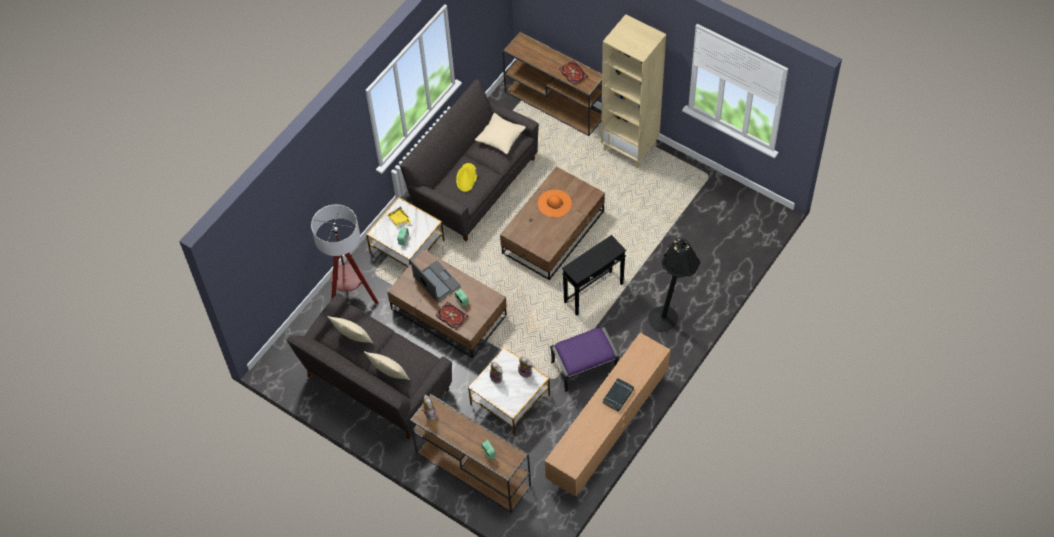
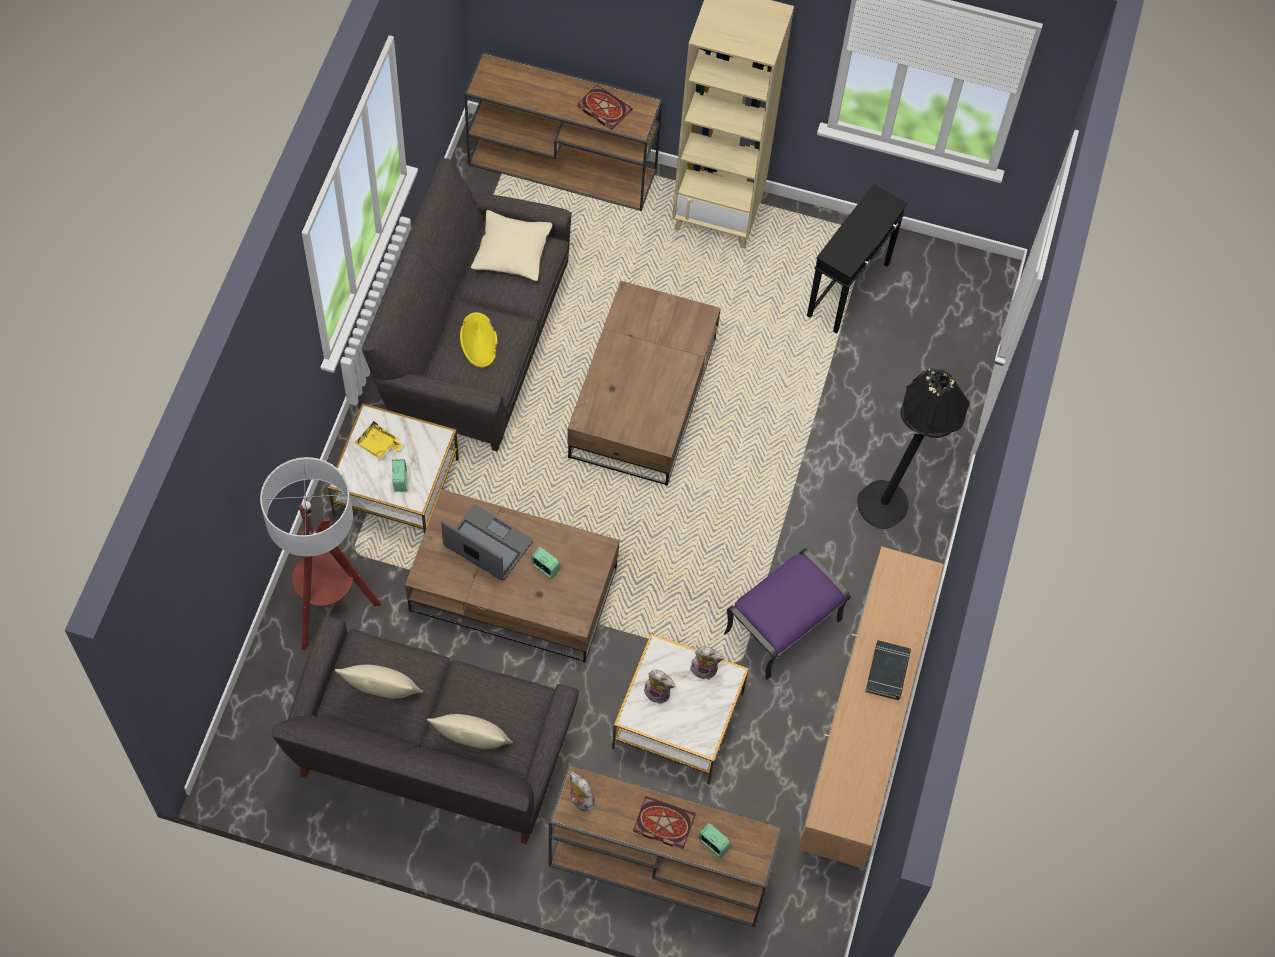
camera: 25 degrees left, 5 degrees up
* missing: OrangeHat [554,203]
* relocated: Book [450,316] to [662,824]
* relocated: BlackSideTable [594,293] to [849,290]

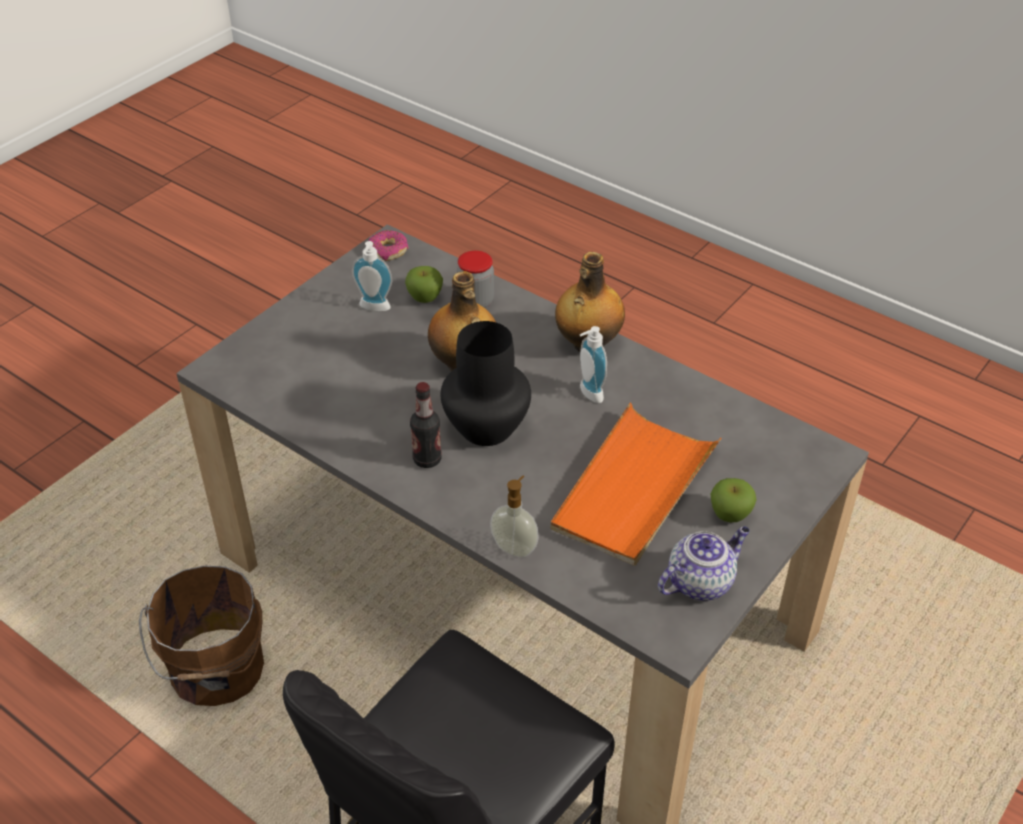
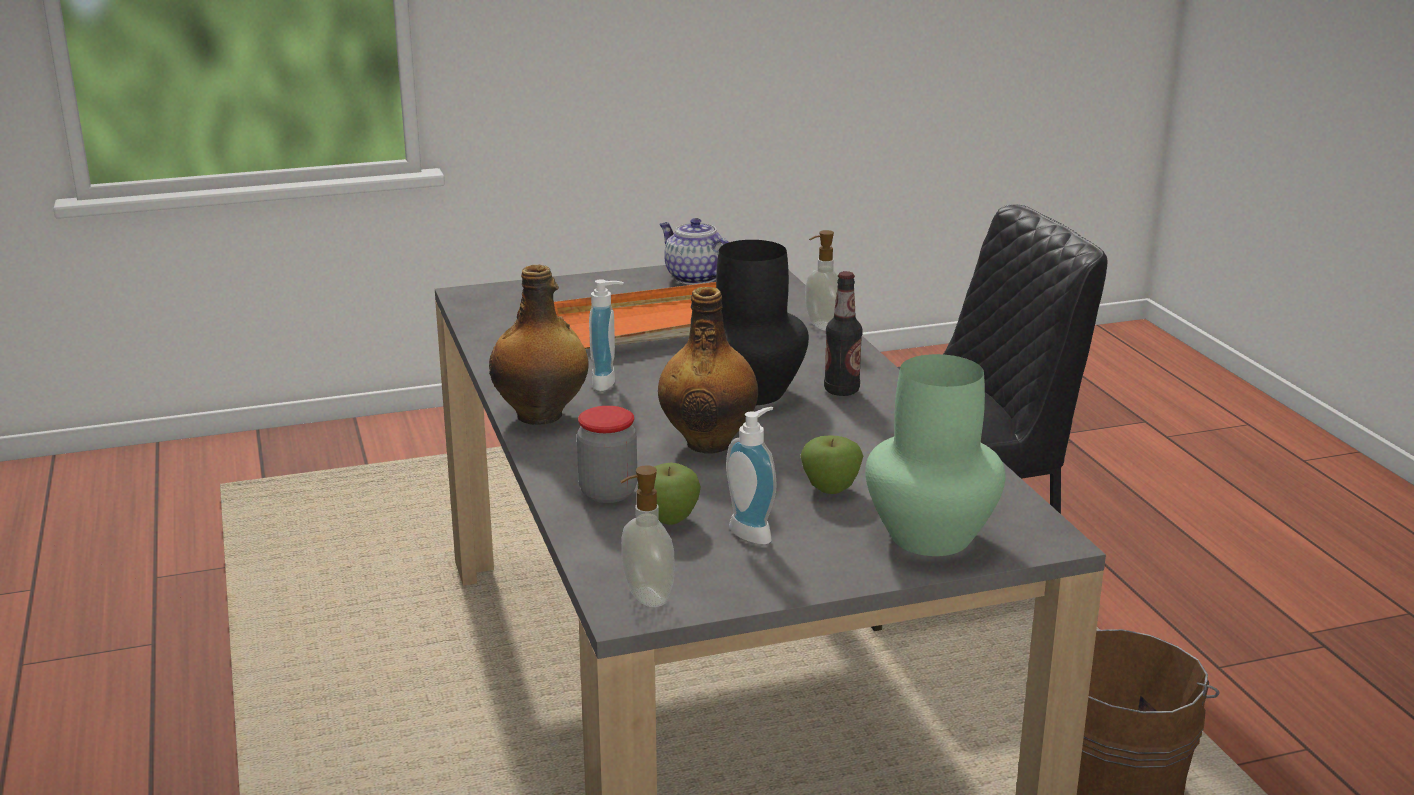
camera: 145 degrees left, 20 degrees down
* appeared: GreenVase [930,538]
* relocated: Apple [730,515] to [830,489]
* exchanged: Donut [388,251] to SoapDispenser [646,597]
* spun: Teapot [700,581] = [694,277] 45 degrees clockwise

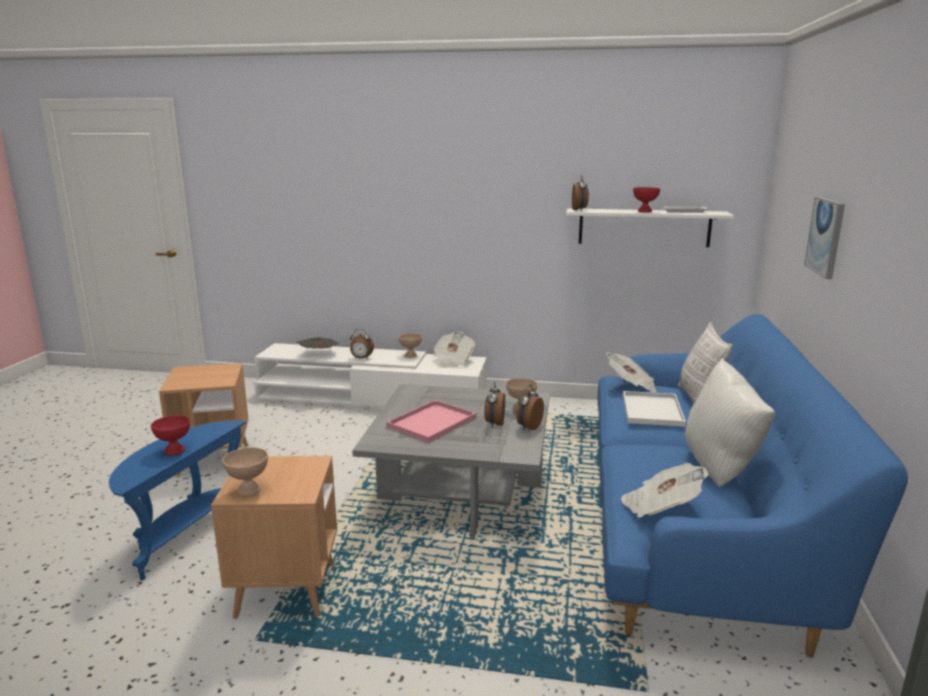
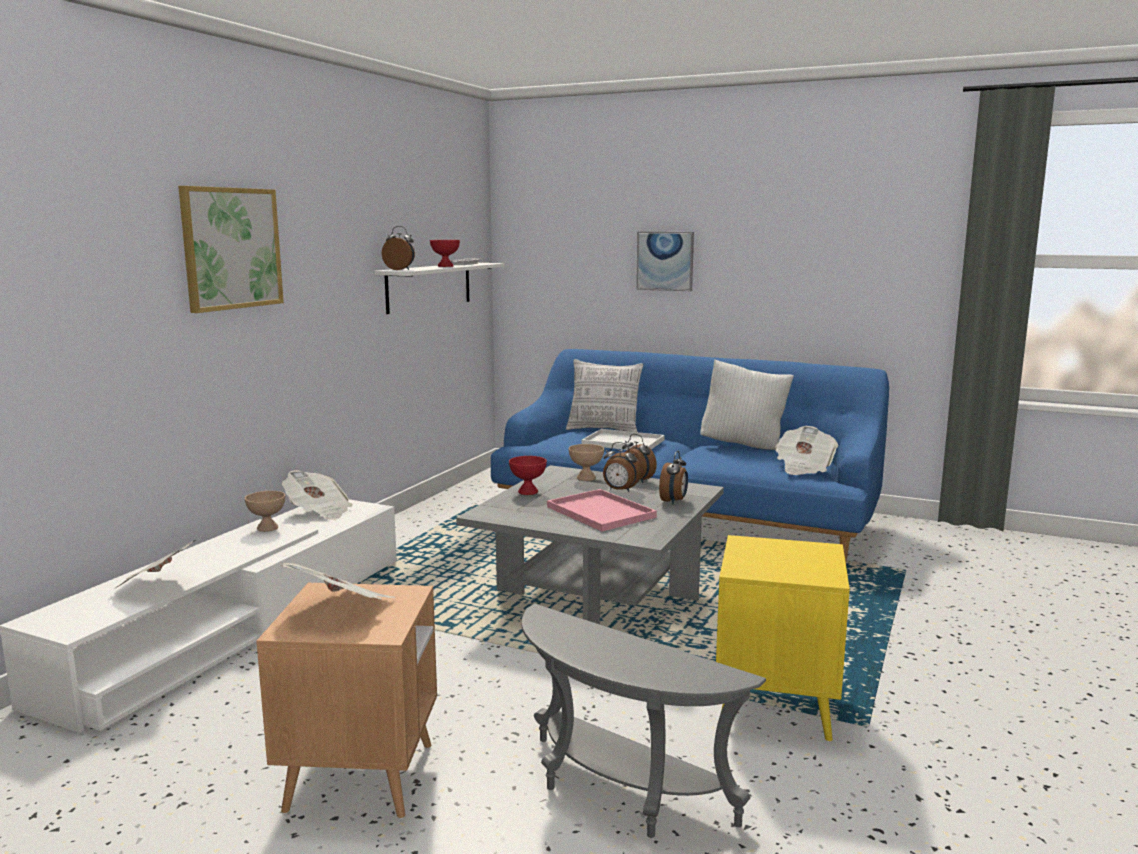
camera: 75 degrees left, 5 degrees down
* missing: BeigeBowl [248,491]
* appeared: Picture [231,248]
* relocated: RedBowl [175,451] to [528,491]
* relocated: AlarmClock [361,358] to [674,501]
* relocated: Newspaper [631,385] to [340,609]
* colour: BlueSideTable [185,533] to GreySideTable [618,793]
* colour: BrownSideTable [286,590] to YellowSideTable [775,707]

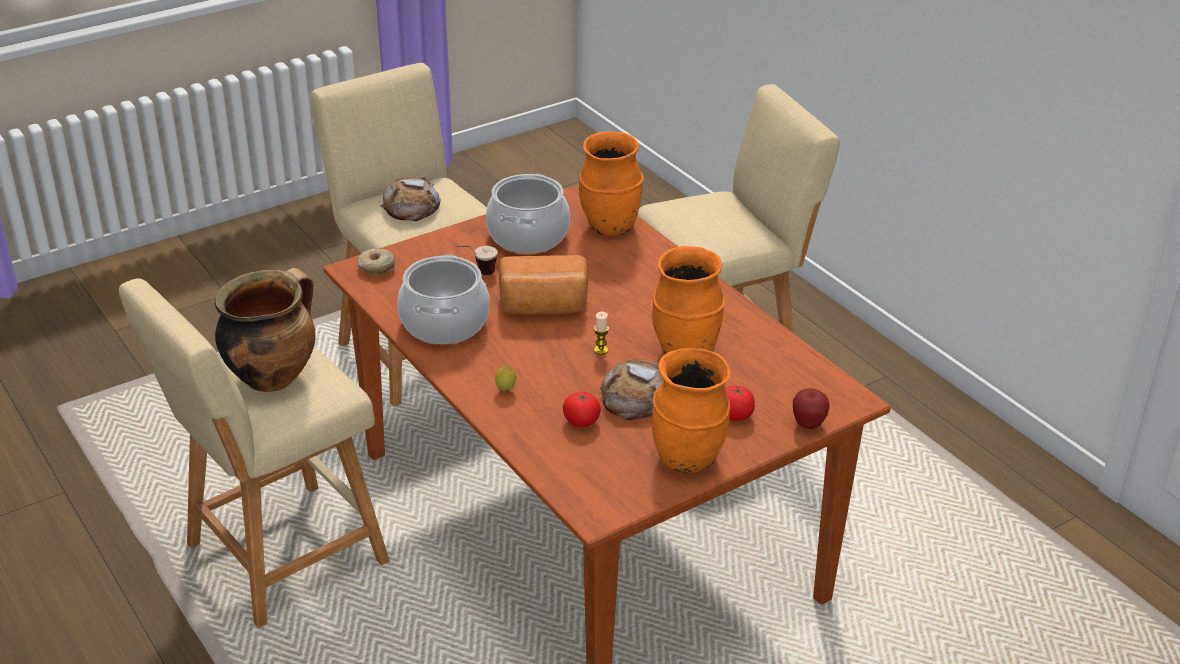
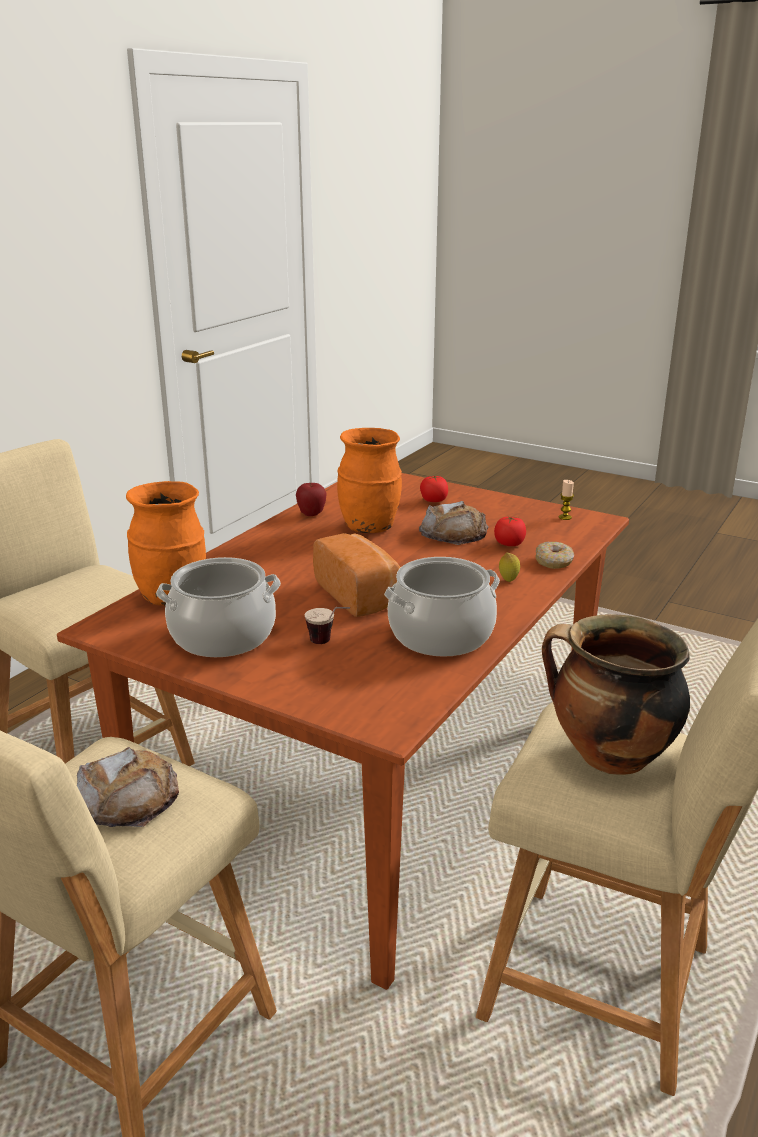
camera: 115 degrees left, 10 degrees down
* missing: OrangeVase [688,459]
* relocated: Donut [376,267] to [554,562]
* relocated: Candle [601,350] to [565,517]
* relocated: Apple [808,425] to [311,514]

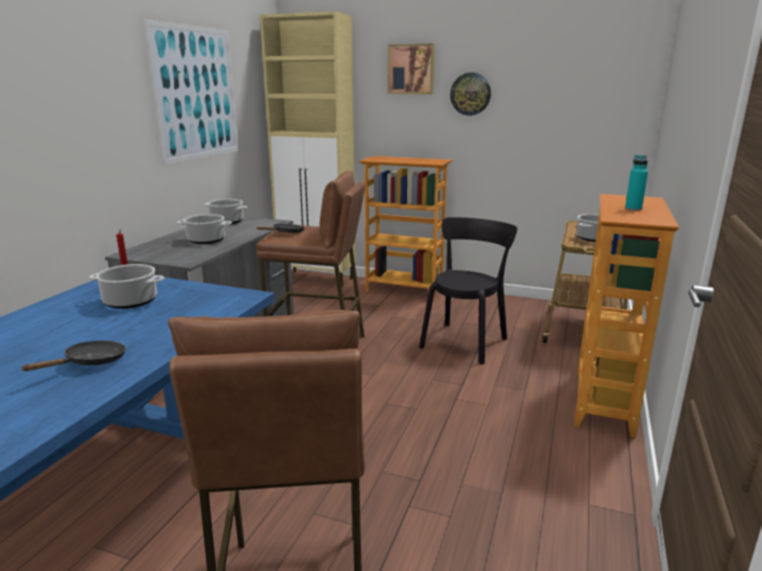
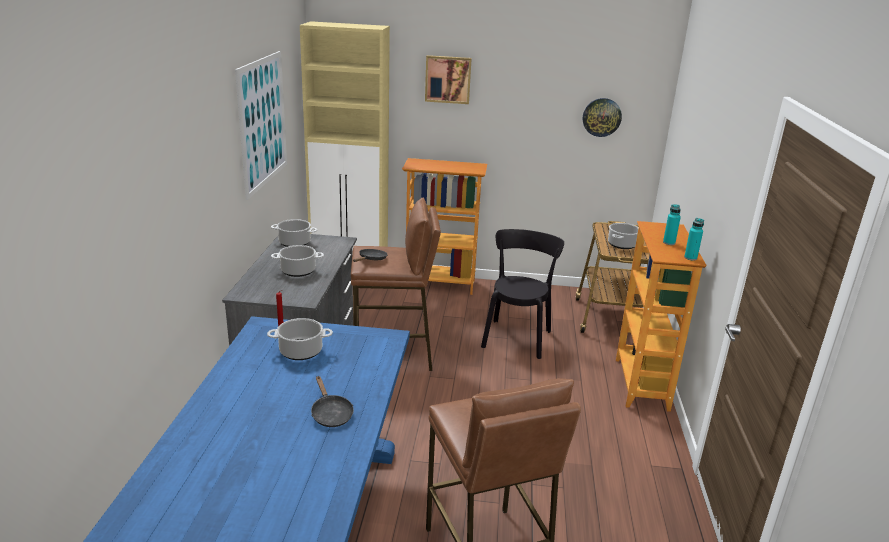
camera: 15 degrees left, 5 degrees up
* appeared: TurquoiseBottle [690,258]
* relocated: WallClock [470,94] to [601,117]
* spun: BlackFryingPan [90,363] = [330,414] 135 degrees clockwise

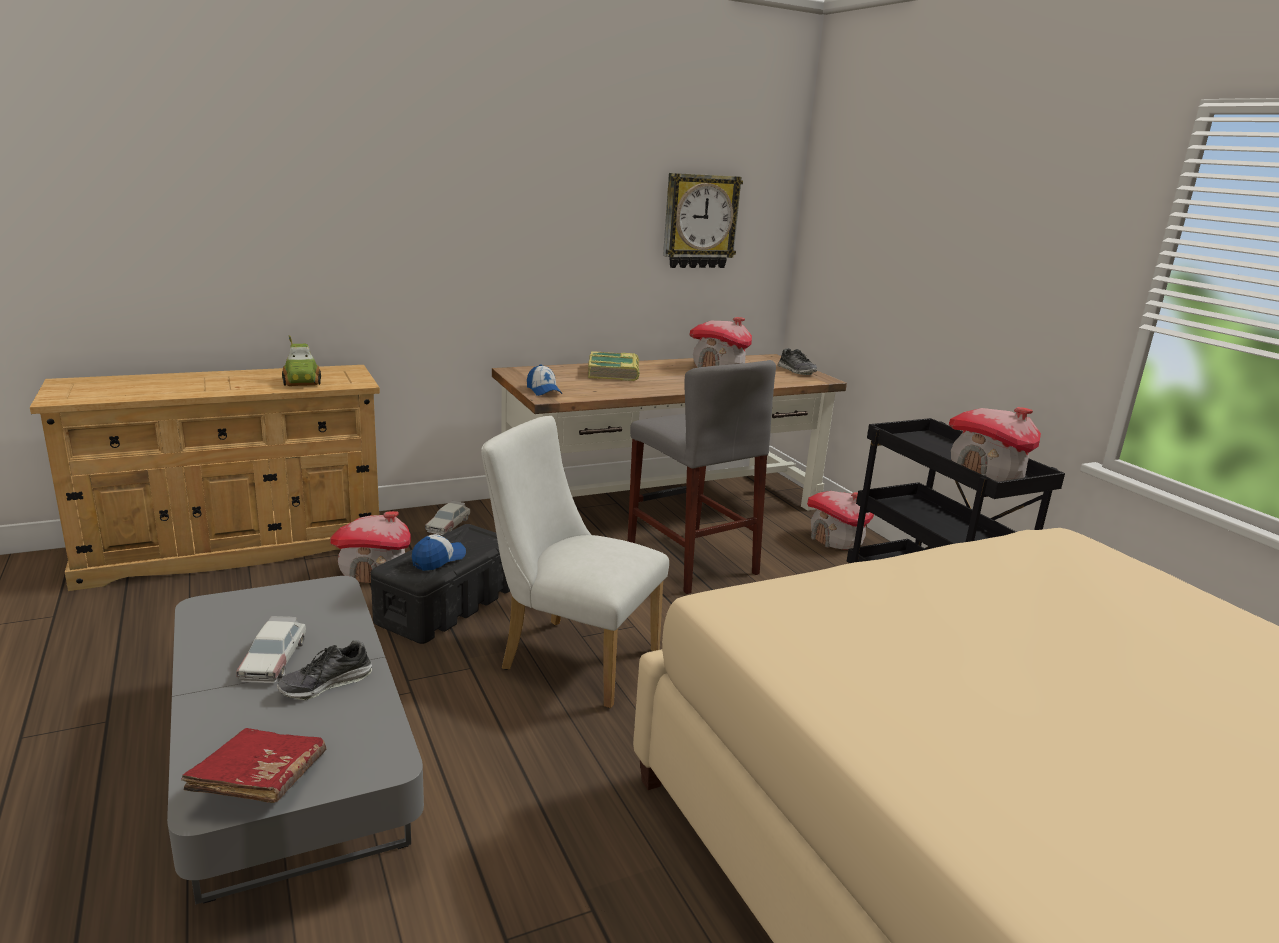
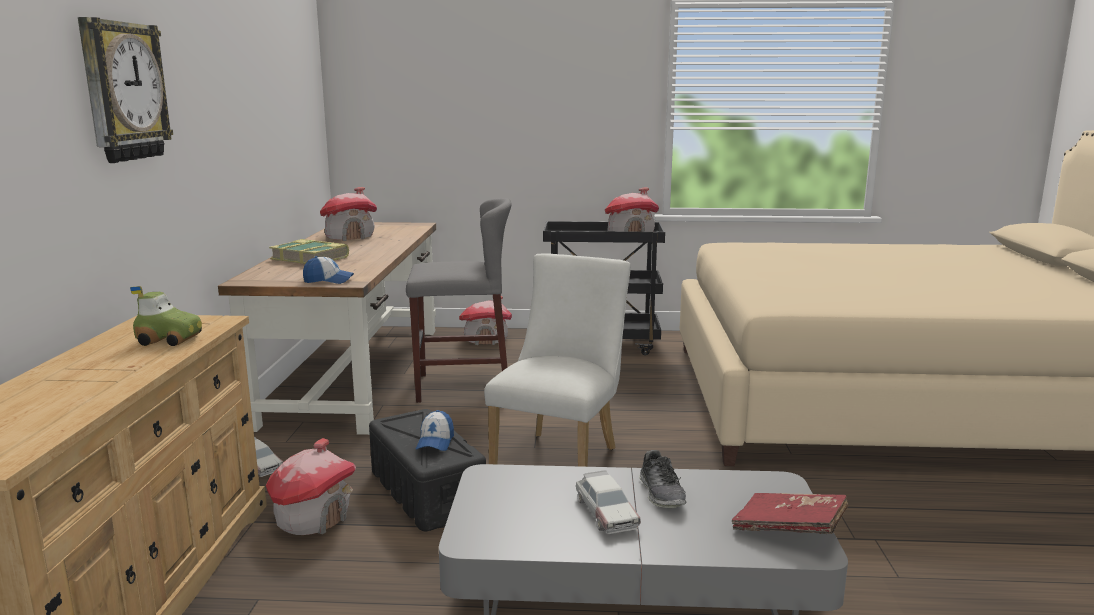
camera: 60 degrees left, 5 degrees down
* missing: Shoe [796,371]
* relocated: WallClock [699,221] to [123,91]
* spun: ToyCar [273,659] = [606,512] 45 degrees clockwise
* spun: Cap [438,559] = [435,442] 150 degrees counterclockwise
* spun: WhiteChair [570,657] = [560,457] 150 degrees clockwise

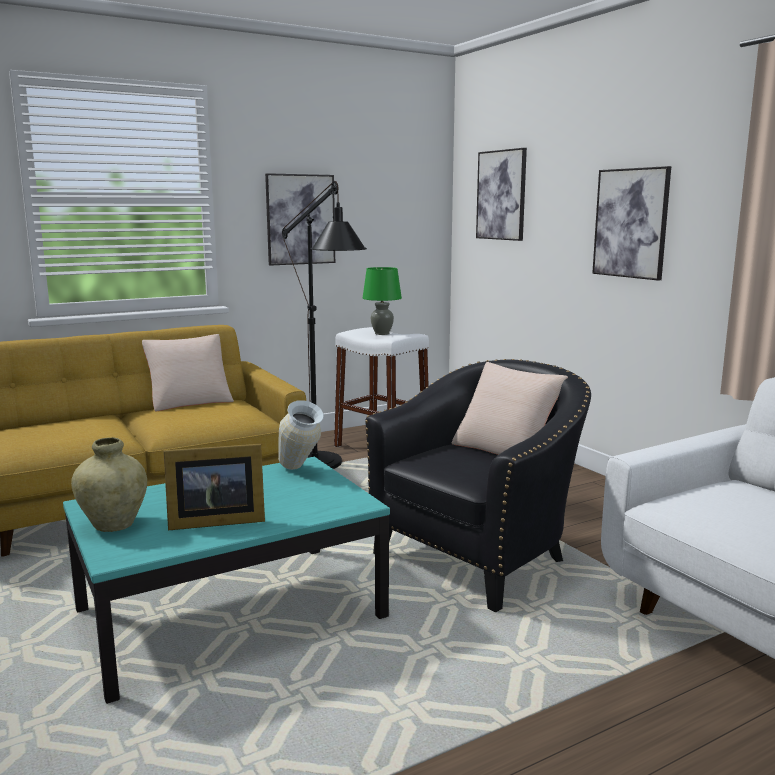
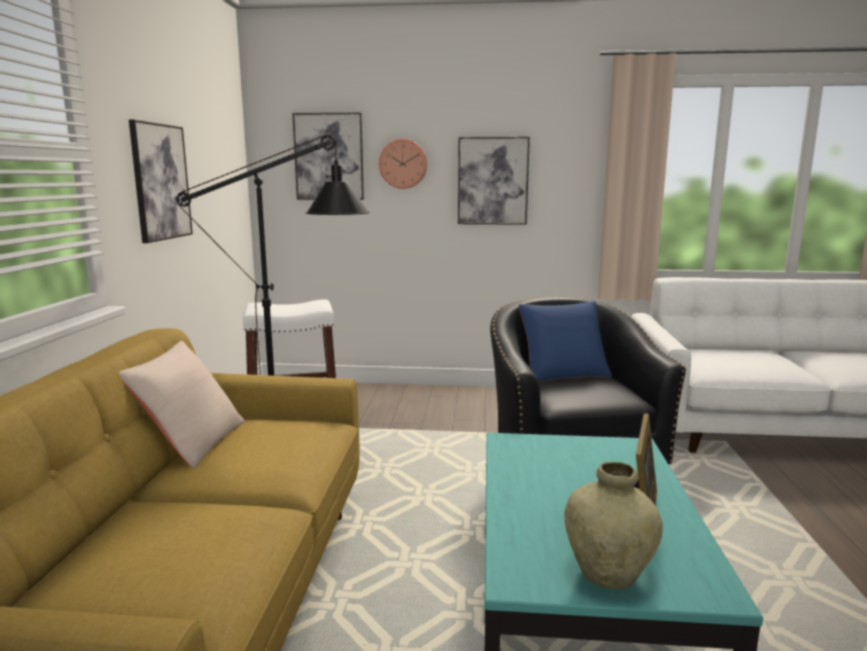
camera: 55 degrees left, 0 degrees up
* missing: Vase [300,472]
* missing: GreenTableLamp [382,333]
* appeared: WallClock [403,164]
* colour: BeigePillow [506,448] to BluePillow [563,372]

